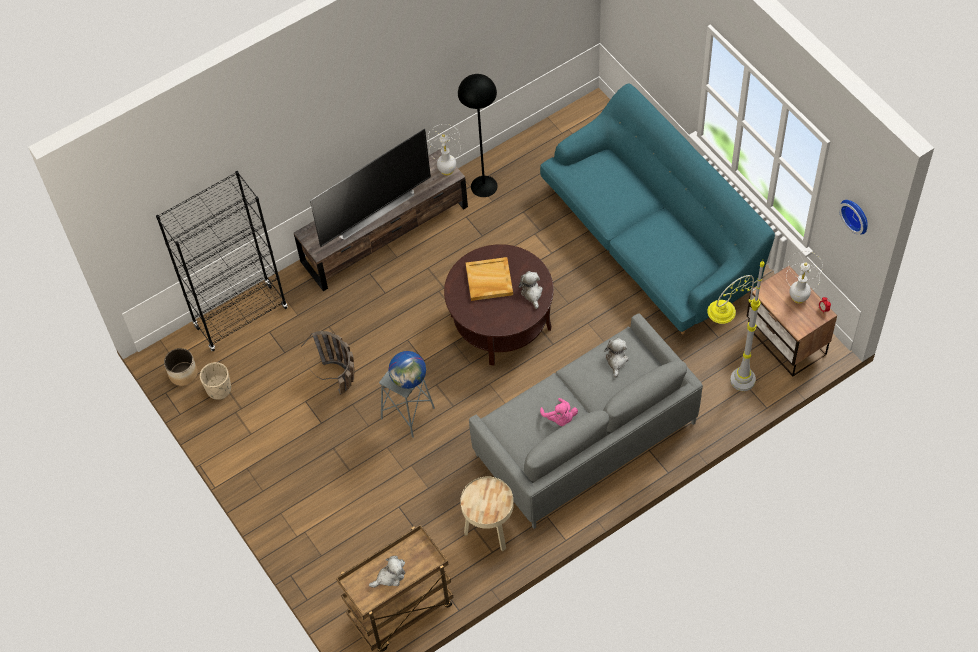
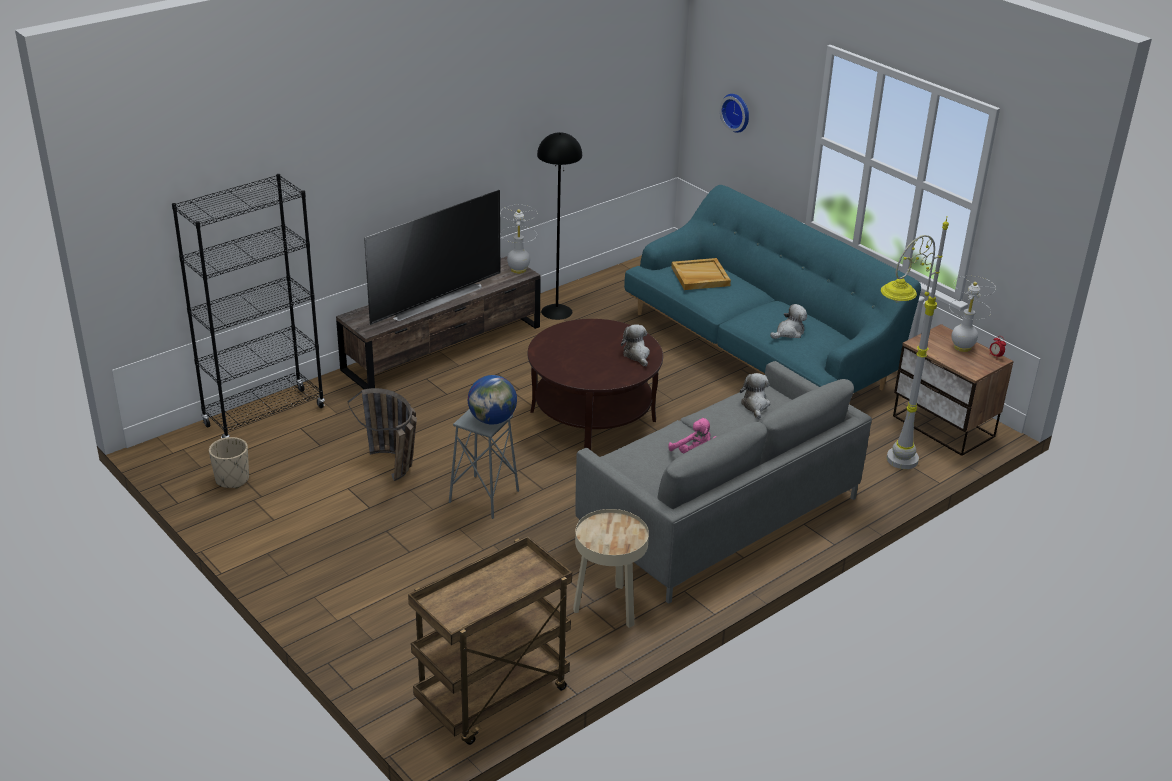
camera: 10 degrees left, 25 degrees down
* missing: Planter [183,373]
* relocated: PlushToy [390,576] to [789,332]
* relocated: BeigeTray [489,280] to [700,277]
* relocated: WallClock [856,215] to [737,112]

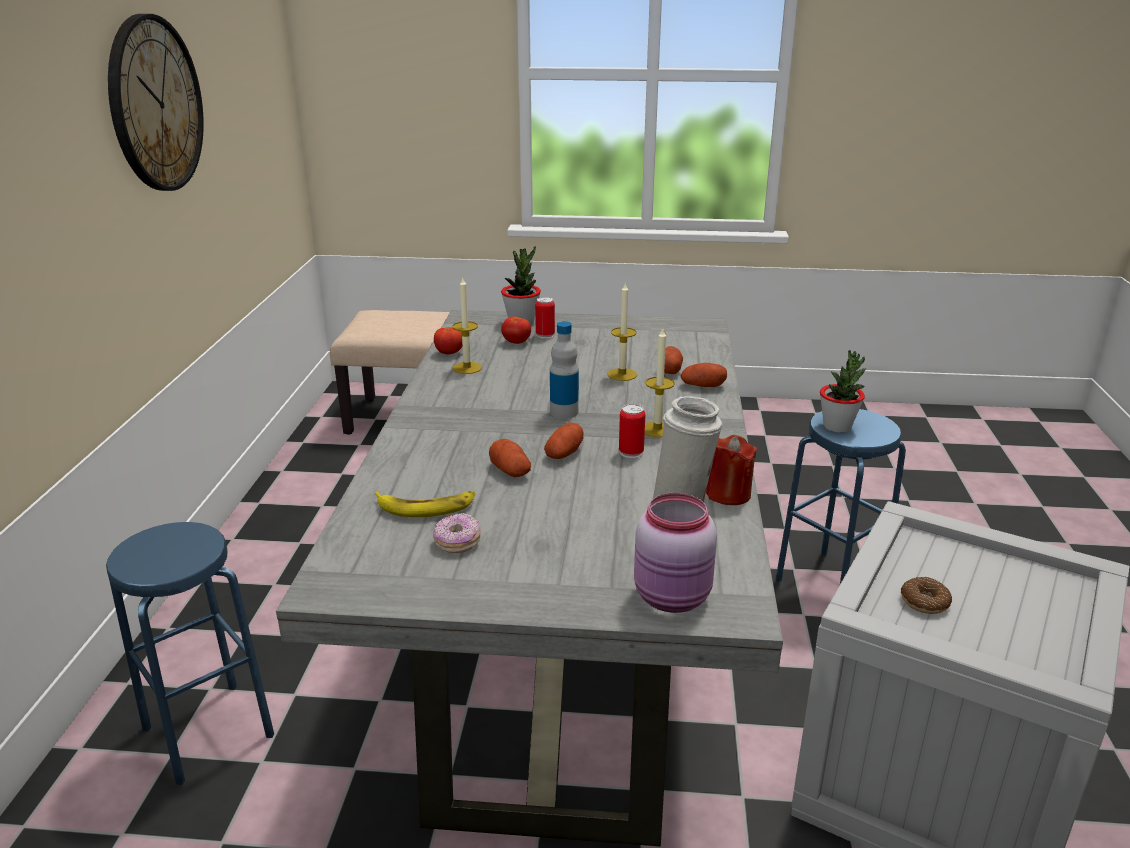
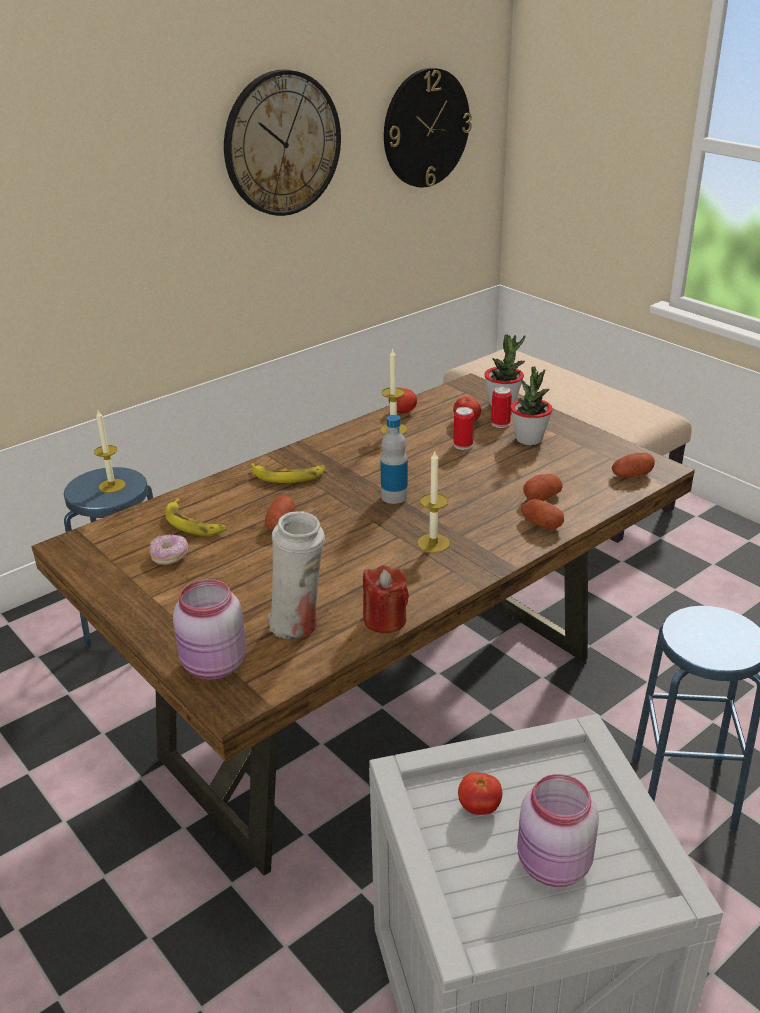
camera: 45 degrees right, 5 degrees up
* appeared: Banana [288,476]
* appeared: WallClock [426,128]
* appeared: PinkJar [552,866]
* relocated: Potato [564,453] to [631,475]
* relocated: Candle [622,374] to [112,486]
* relocated: Can [631,452] to [463,445]
* relocated: PottedPlant [837,426] to [529,439]
* exchanged: Donut [924,602] to Tomato [479,807]
* colour: GreyDiningTable [566,653] to BrownDiningTable [382,708]

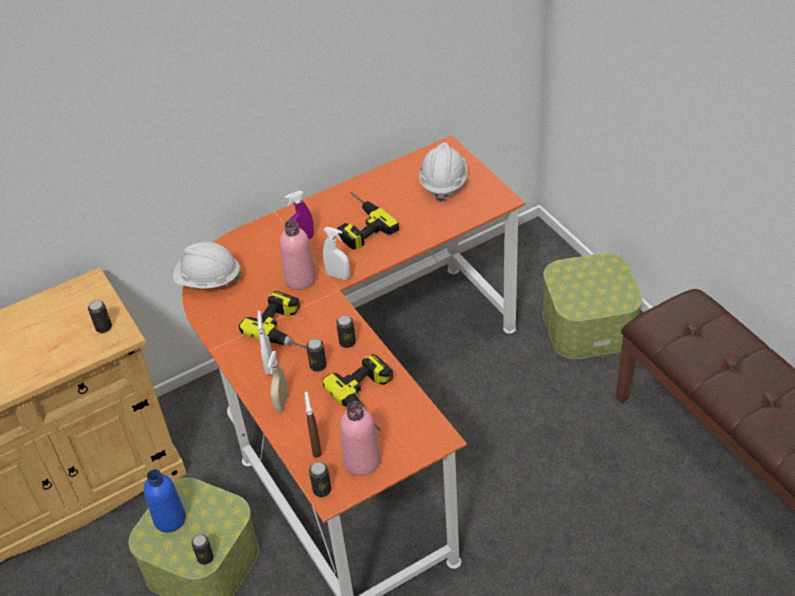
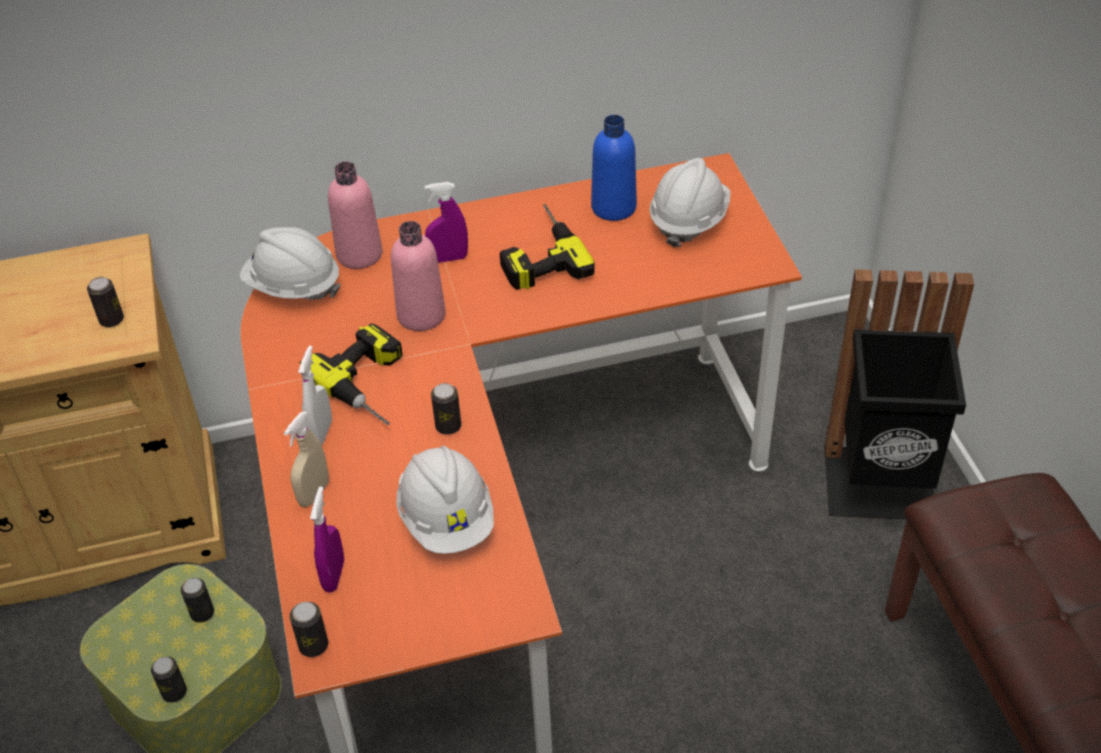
camera: 15 degrees right, 0 degrees up
* missing: WhiteSprayBottle [338,275]
* relocated: BlueBottle [170,519] to [613,207]
* relocated: Can [318,366] to [202,613]
* relocated: PinkBottle [362,461] to [359,254]
* exchanged: PowerDrill [371,397] to WhiteHardHat [447,519]
* exchanged: StorageBox [588,325] to BlackTrashCan [880,487]
* colour: BrownSprayBottle [316,447] to PurpleSprayBottle [334,575]

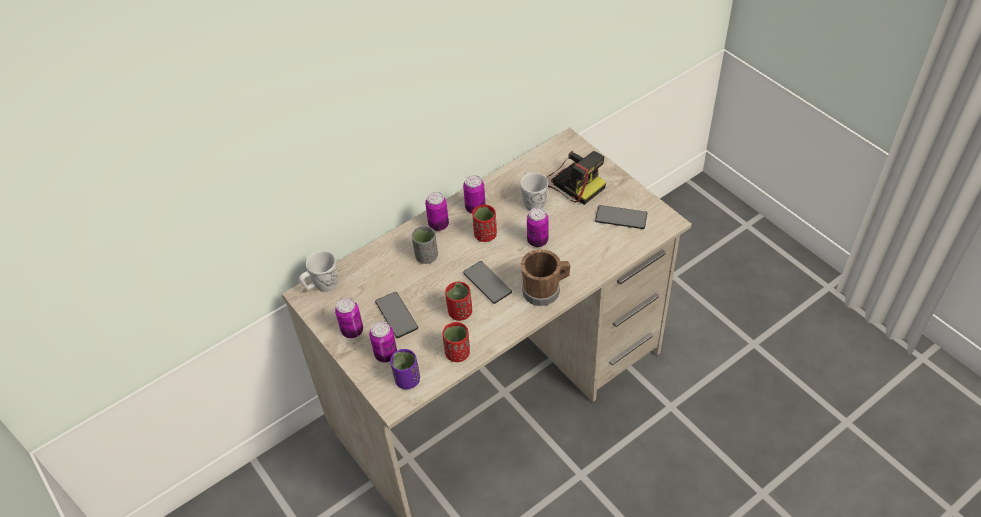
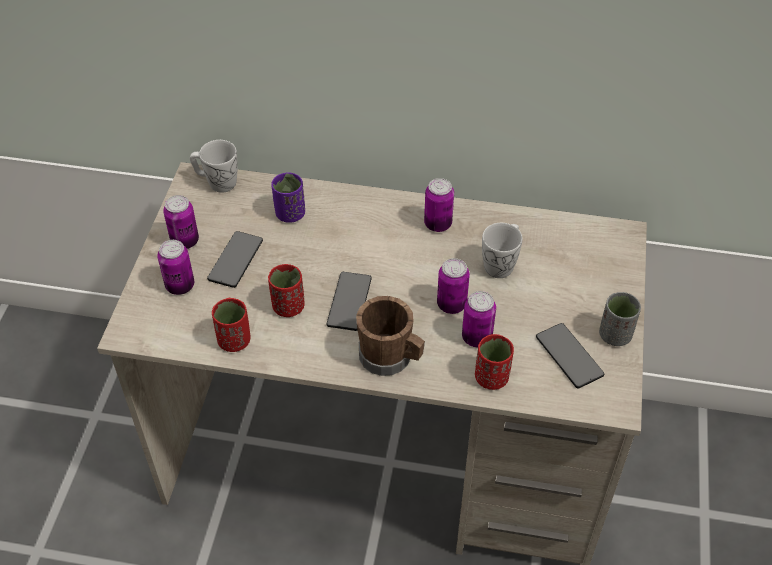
camera: 45 degrees right, 0 degrees up
* missing: PhotoCamera [573,182]
* relocated: PurpleCup [407,380] to [290,214]
* relocated: GreyCup [426,256] to [615,335]
* relocated: Can [438,225] to [476,337]
* relocated: RedCup [485,235] to [491,377]

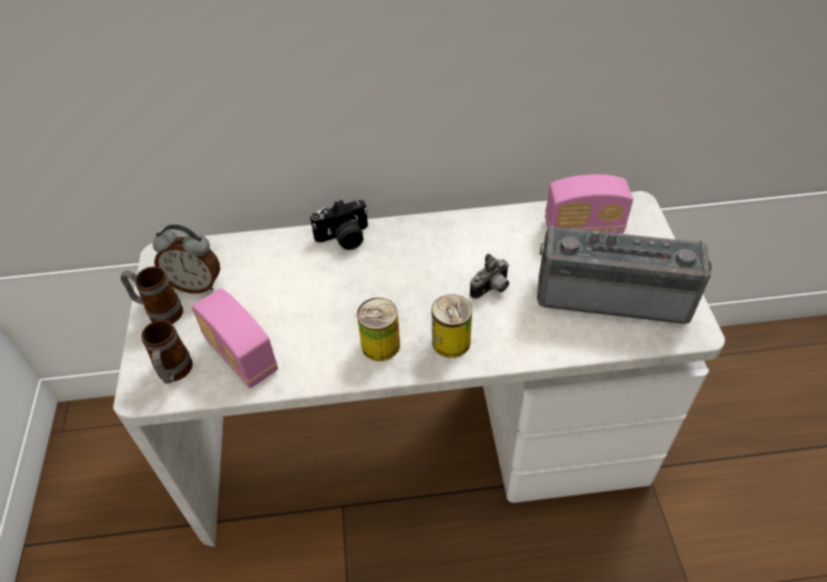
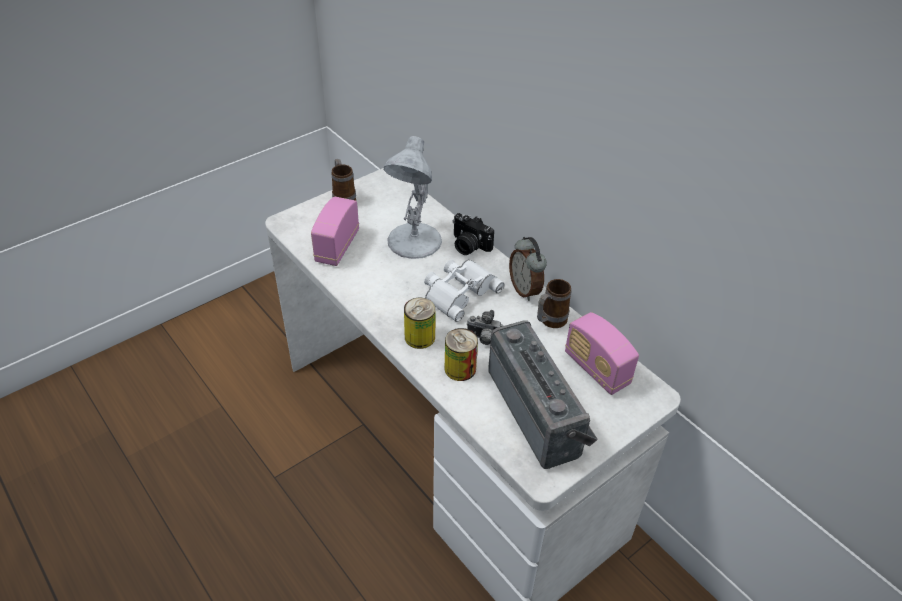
camera: 55 degrees right, 5 degrees down
* appeared: WhiteTableLamp [414,242]
* appeared: WhiteBinoculars [459,291]
* relocated: Mug [174,374] to [549,322]
* relocated: AlarmClock [196,284] to [525,289]
* relocated: Can [380,345] to [460,368]

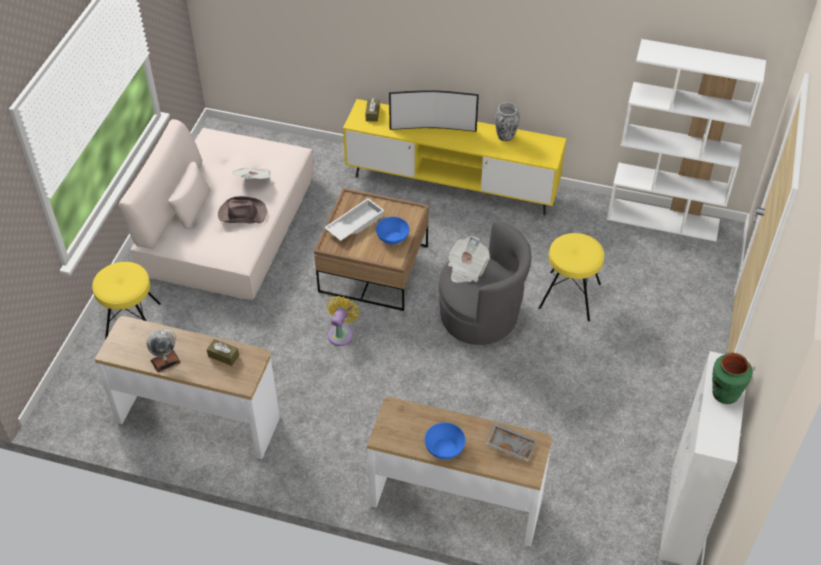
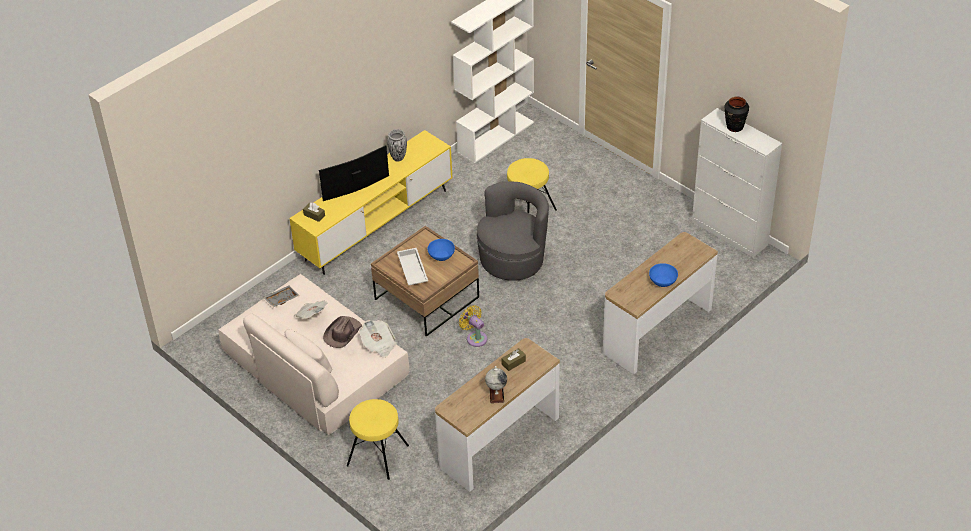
camera: 60 degrees left, 5 degrees down
* relocated: Newspaper [466,268] to [379,345]
* relocated: GreyTray [511,444] to [281,299]
* colour: GreenVase [724,394] to BlackVase [734,127]
* spun: Television [433,128] = [357,189] 150 degrees counterclockwise

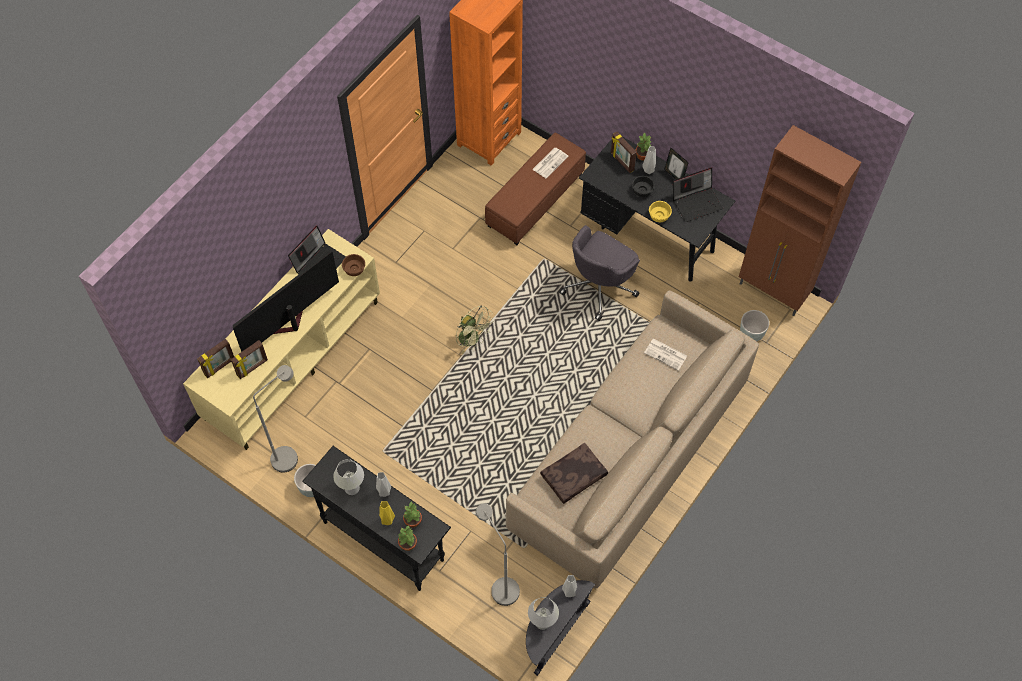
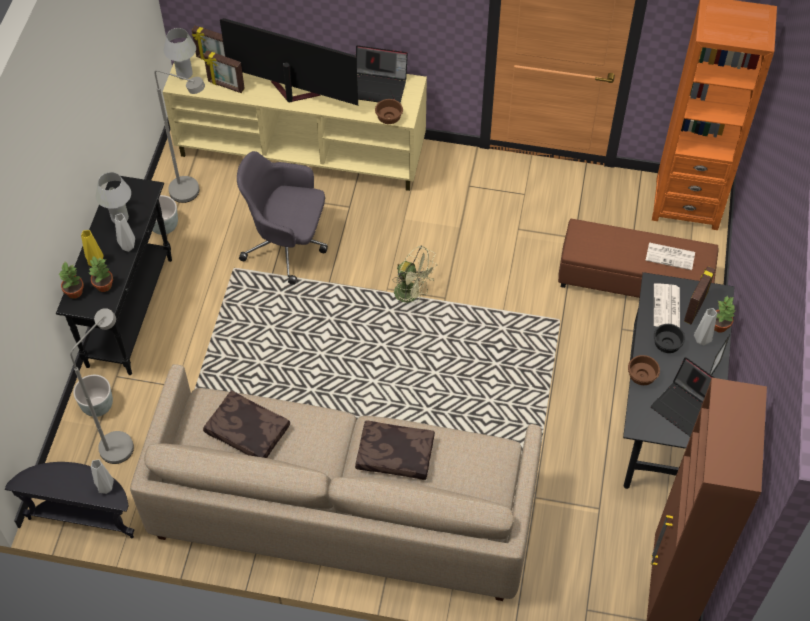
camera: 65 degrees right, 5 degrees down
* appeared: BrownPillow [394,455]
* relocated: WhiteTableLamp [542,622] to [184,74]
* relocated: GreyOfficeChair [599,286] to [287,245]
* relocated: Newspaper [666,354] to [667,307]
* relocated: GreyPlanter [751,334] to [97,406]
* colour: YellowBowl [659,215] to BrownBowl [642,376]
* spun: GreenFan [473,340] = [412,294] 75 degrees counterclockwise

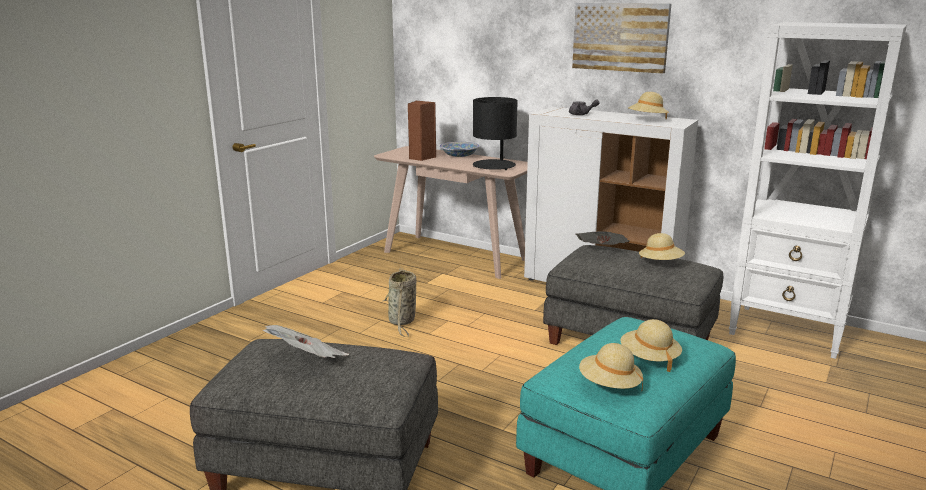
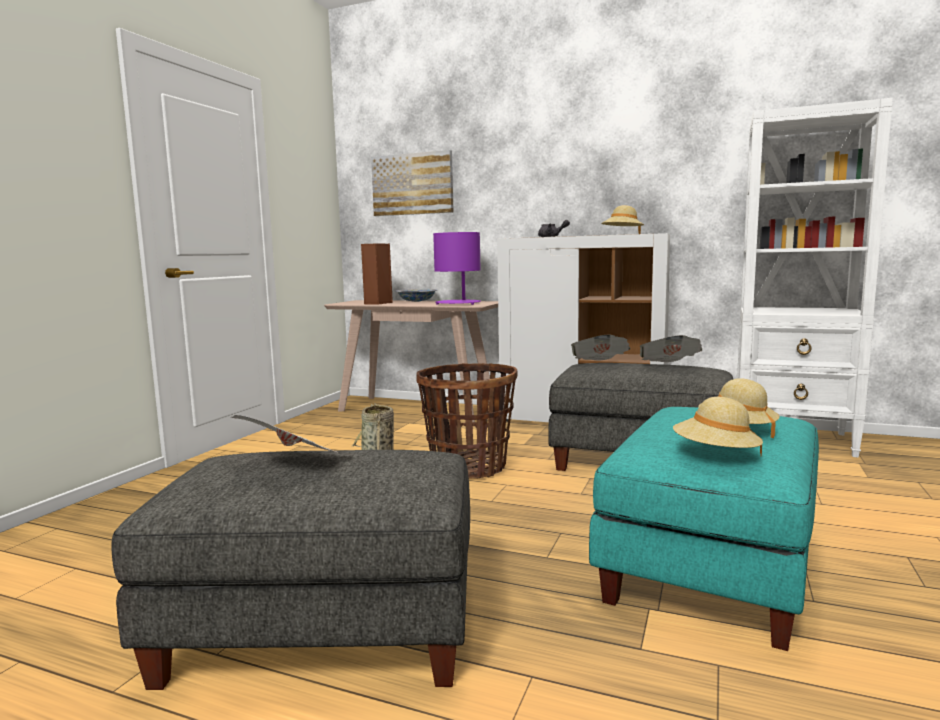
camera: 10 degrees left, 10 degrees down
* appeared: Basket [468,467]
* relocated: Picture [620,37] to [413,184]
* exchanged: BeigeHat [660,263] to Newspaper [669,367]
* colour: BlackTableLamp [494,166] to PurpleTableLamp [458,303]

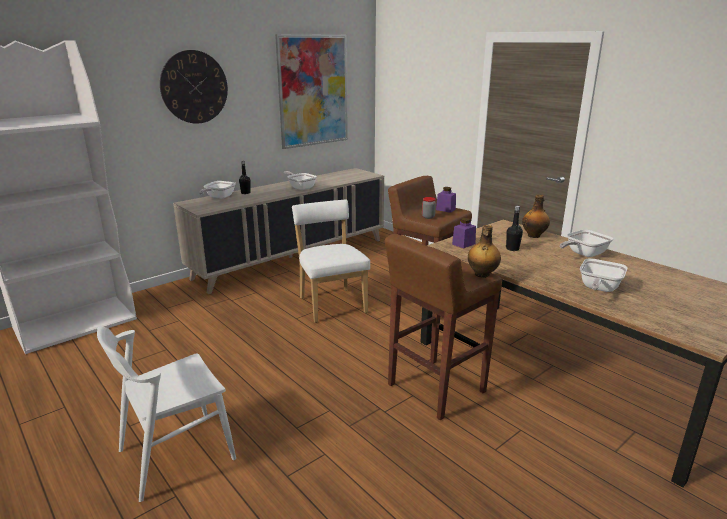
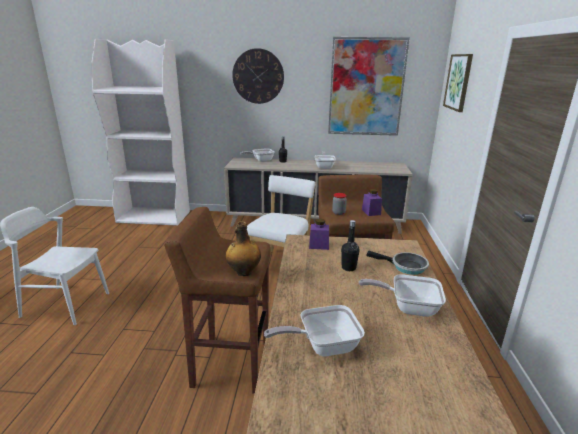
camera: 45 degrees right, 0 degrees up
* appeared: Picture [458,82]
* exchanged: Bottle [534,236] to FryingPan [405,266]

